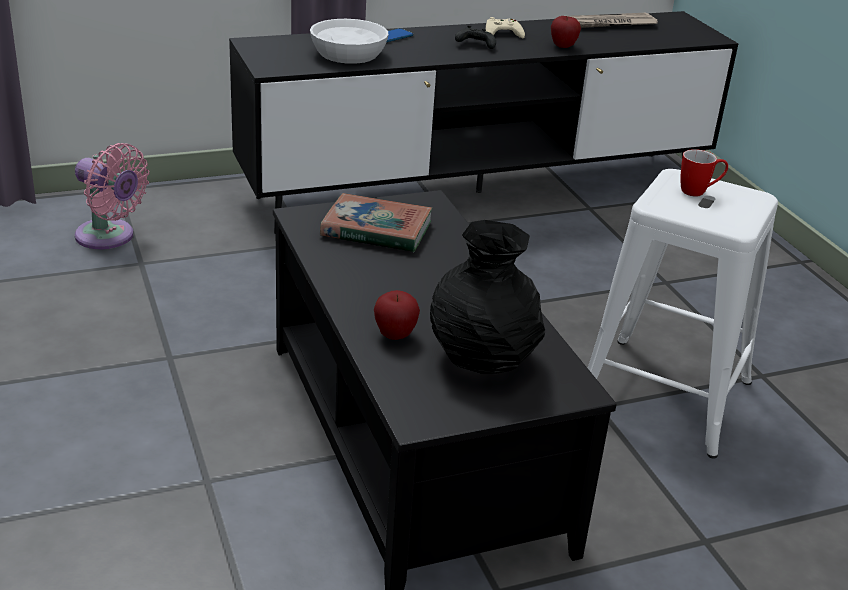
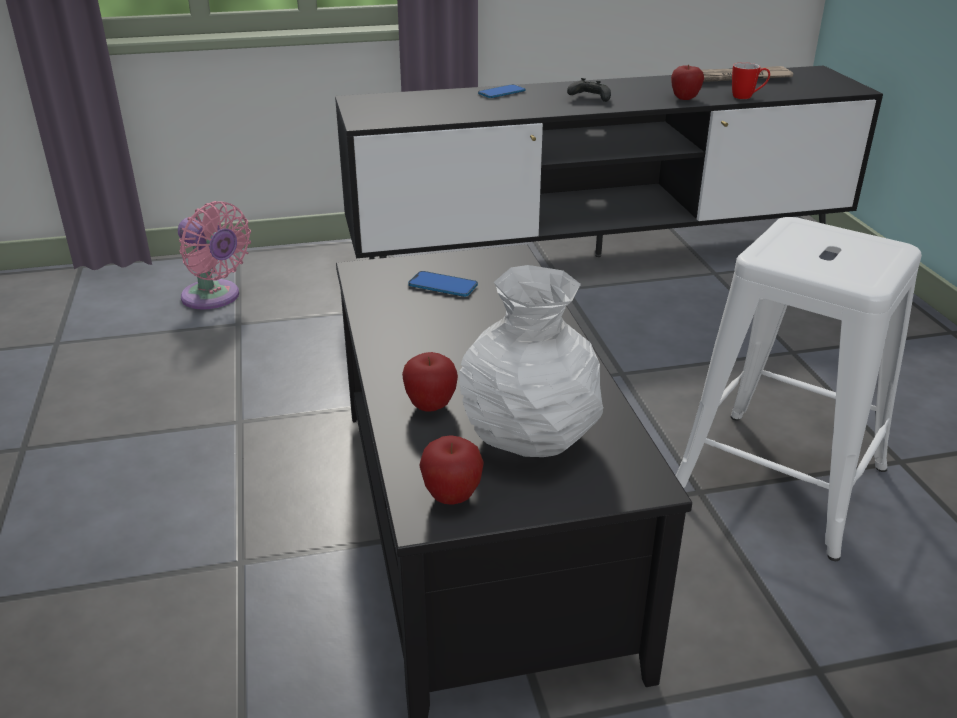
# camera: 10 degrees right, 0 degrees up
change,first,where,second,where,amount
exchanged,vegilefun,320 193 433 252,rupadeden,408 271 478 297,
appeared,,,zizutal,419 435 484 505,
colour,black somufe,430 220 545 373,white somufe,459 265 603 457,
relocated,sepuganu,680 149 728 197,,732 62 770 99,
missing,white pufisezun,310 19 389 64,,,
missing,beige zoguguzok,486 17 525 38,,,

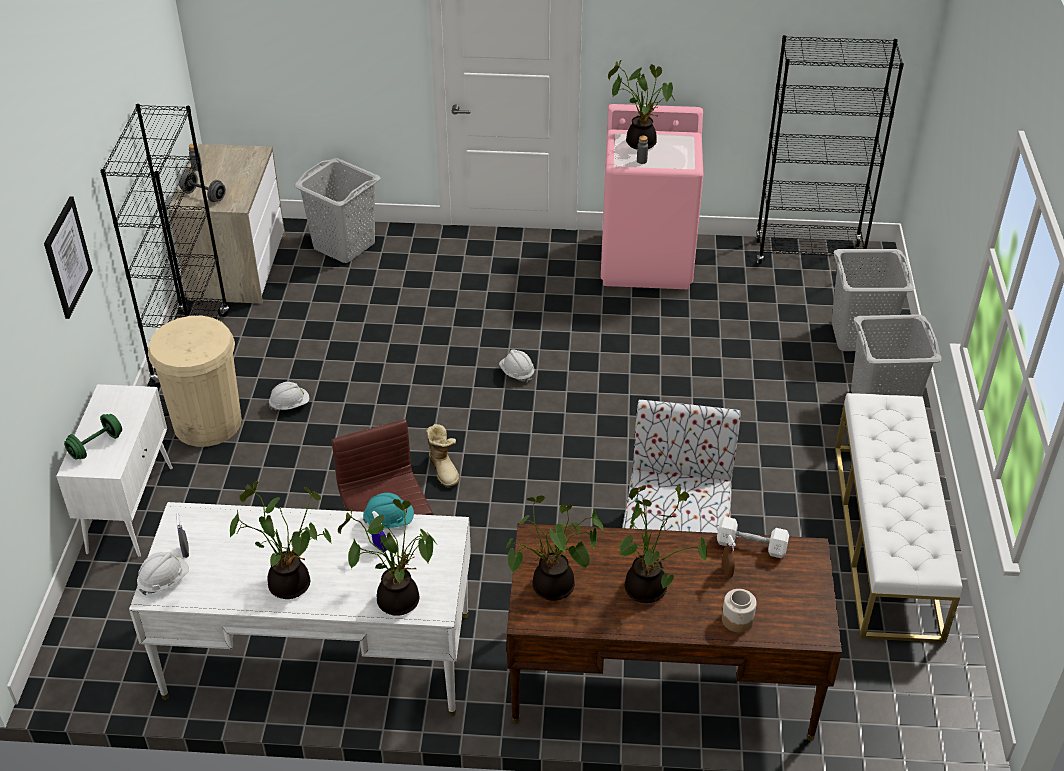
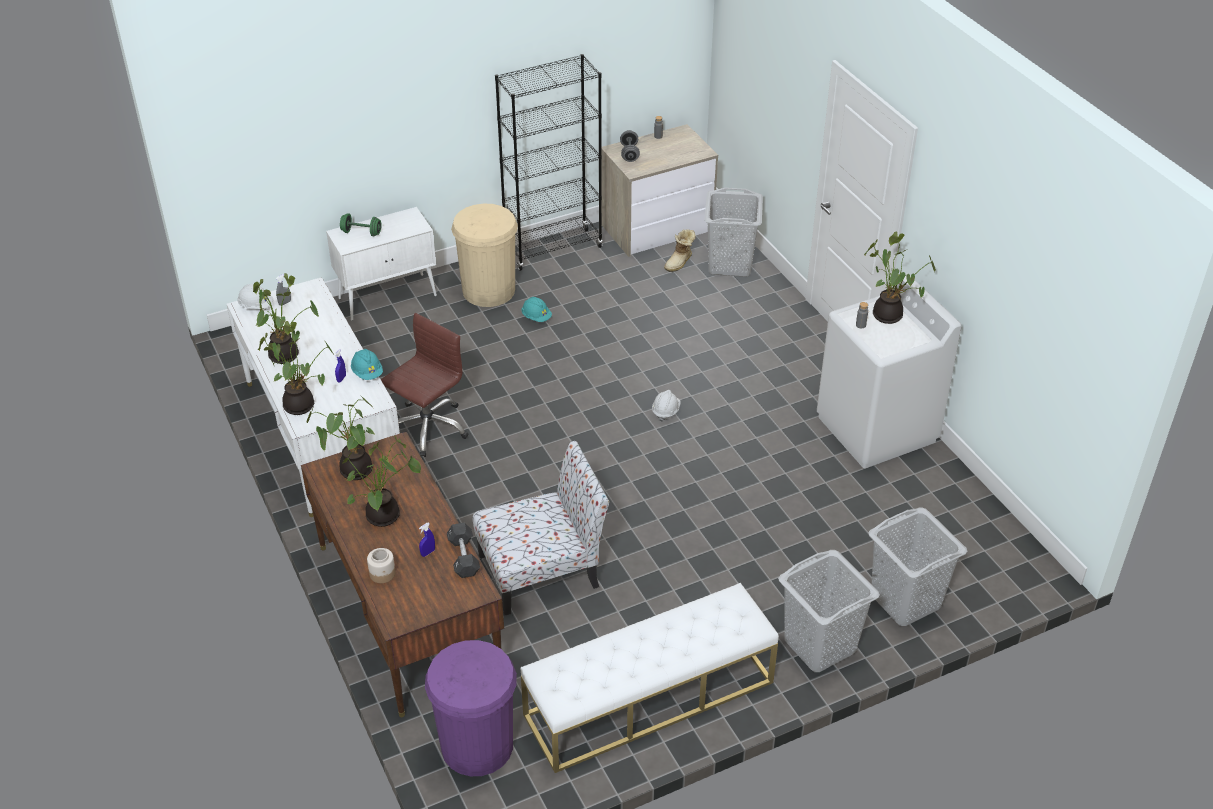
# camera: 60 degrees right, 0 degrees up
change,first,where,second,where,amount
colour,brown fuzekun,722 535 736 578,blue fuzekun,419 523 435 557,
appeared,,,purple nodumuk,425 640 517 776,
colour,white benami,717 517 789 558,black benami,447 523 480 578,
colour,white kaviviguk,269 382 309 410,turquoise kaviviguk,521 297 552 322,
relocated,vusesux,426 424 459 488,,664 229 696 272,
colour,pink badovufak,601 104 703 289,white badovufak,817 274 962 468,
missing,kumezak,44 196 93 319,,,
missing,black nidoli,756 35 904 269,,,

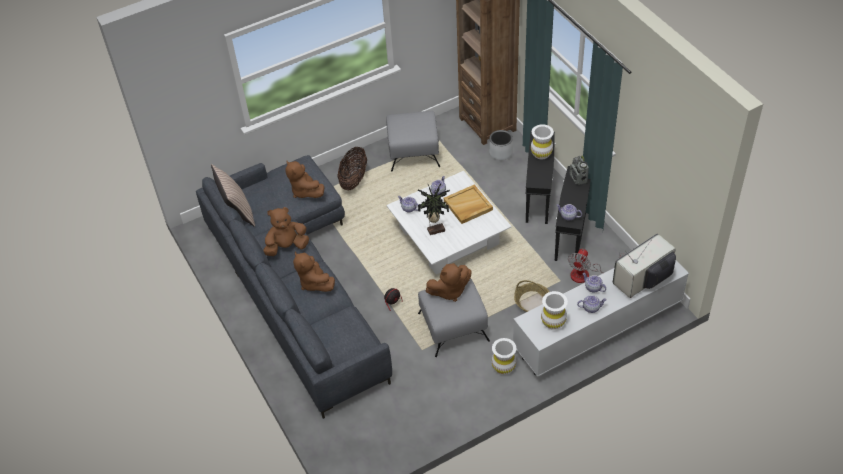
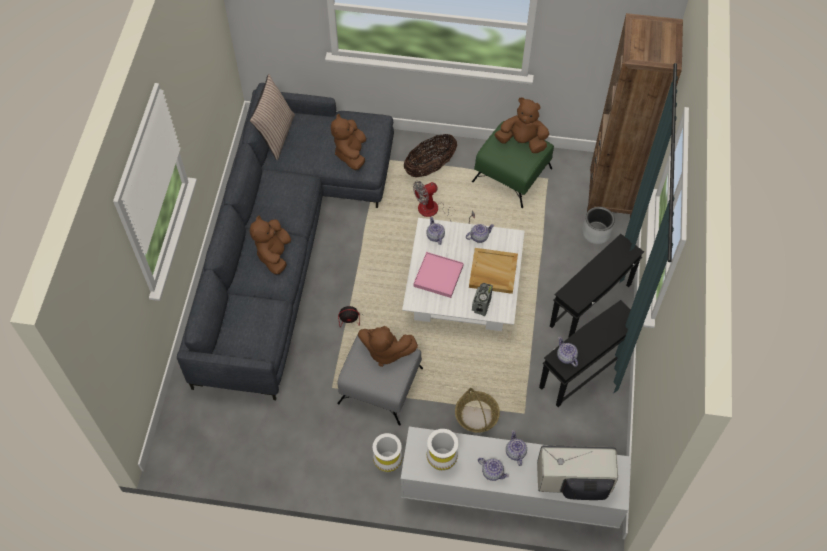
# camera: 35 degrees right, 10 degrees up
change,first,where,second,where,amount
relocated,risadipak,568 249 624 283,,413 181 475 224,
exchanged,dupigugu,418 183 450 235,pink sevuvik,413 252 464 298,
colour,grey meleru,386 111 440 172,green meleru,472 121 554 208,
relocated,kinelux,570 156 589 185,,472 283 493 316,
relocated,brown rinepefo,263 207 309 256,,495 97 549 153,
missing,white somufe,531 124 554 160,,,

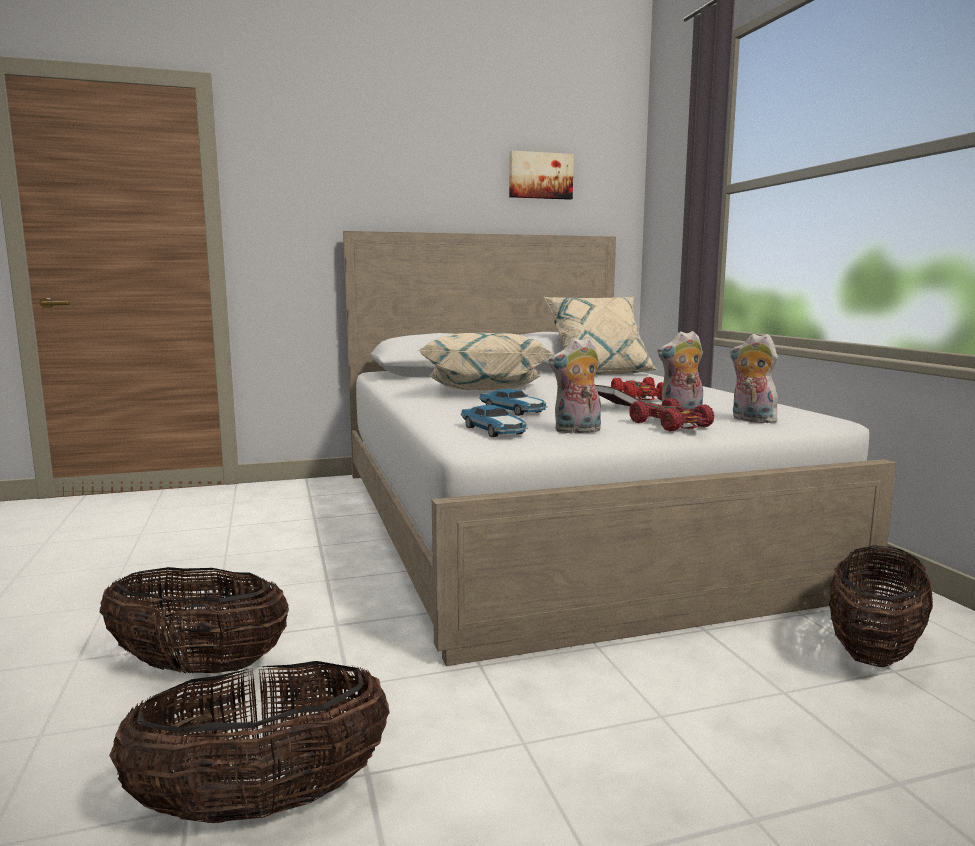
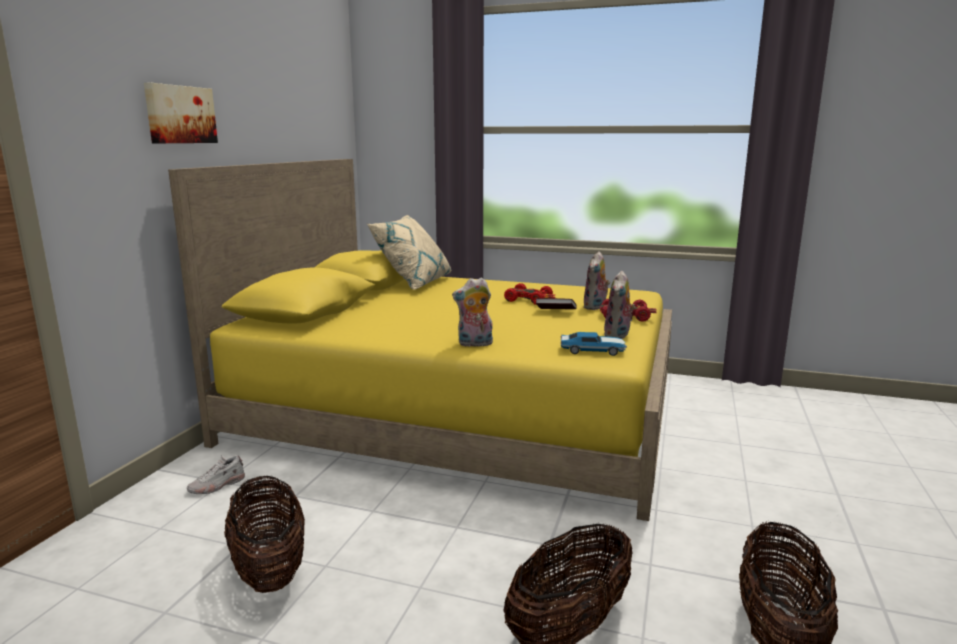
# camera: 55 degrees left, 5 degrees up
change,first,where,second,where,amount
relocated,kumezak,509 151 574 200,,144 83 218 143,
colour,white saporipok,343 231 896 666,yellow saporipok,168 159 672 521,
appeared,,,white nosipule,187 455 245 494,
relocated,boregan,829 545 933 667,,224 475 305 593,
relocated,rinepefo,730 334 780 423,,452 277 493 347,
missing,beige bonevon,419 333 554 390,,,
missing,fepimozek,479 389 548 416,,,

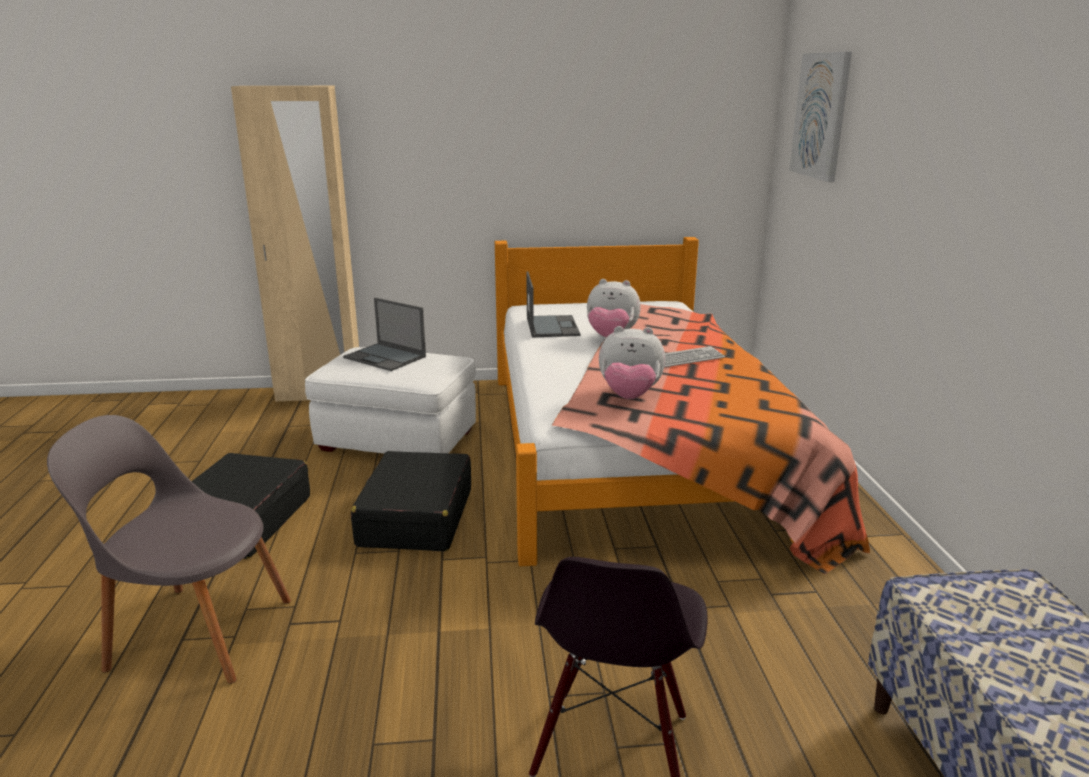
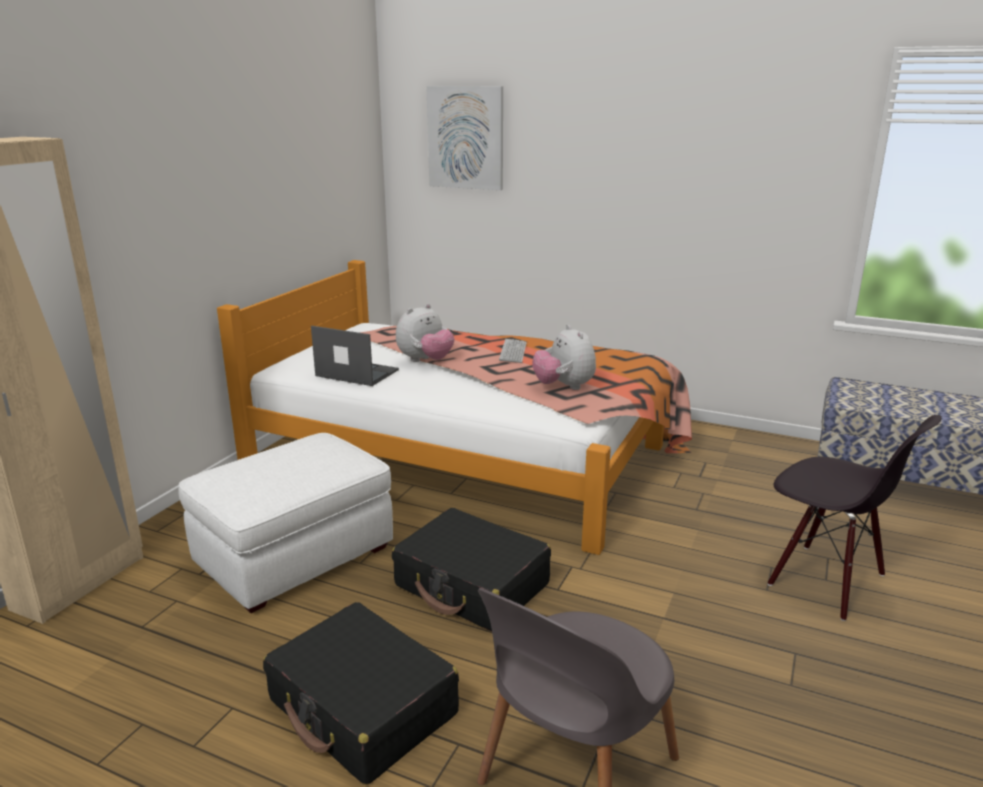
# camera: 60 degrees left, 0 degrees up
change,first,where,second,where,amount
spun,rinepefo,599 326 665 399,,532 325 596 390,120 degrees clockwise
missing,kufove,343 298 426 371,,,

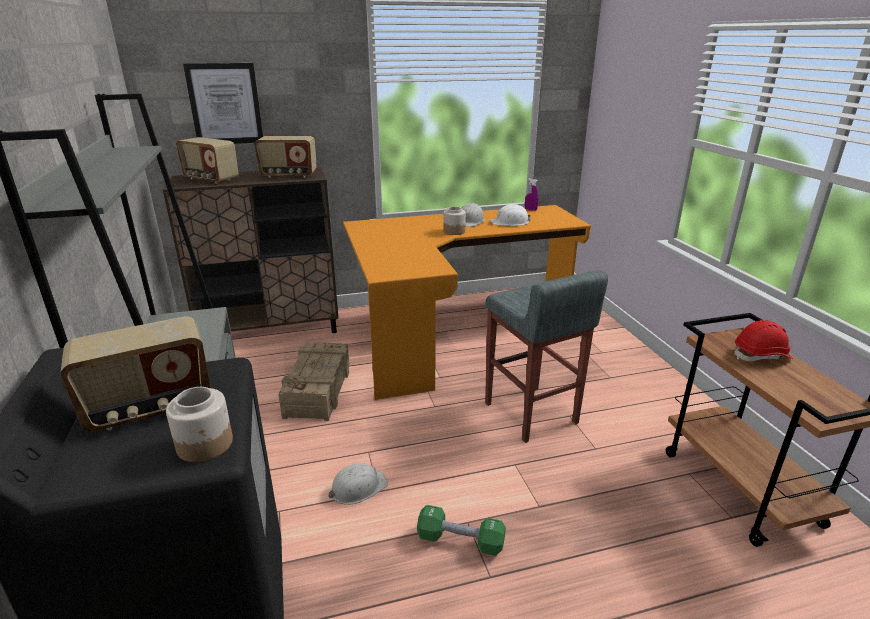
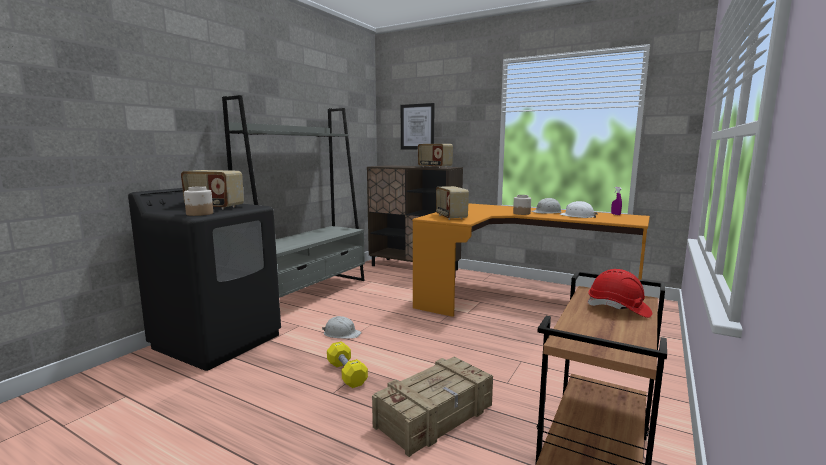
# camera: 45 degrees right, 15 degrees down
change,first,where,second,where,amount
colour,green benami,417 505 506 556,yellow benami,327 341 368 388,
relocated,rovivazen,278 342 350 421,,372 356 493 457,
relocated,kinelux,176 137 239 184,,436 186 469 220,
missing,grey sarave,485 270 608 443,,,

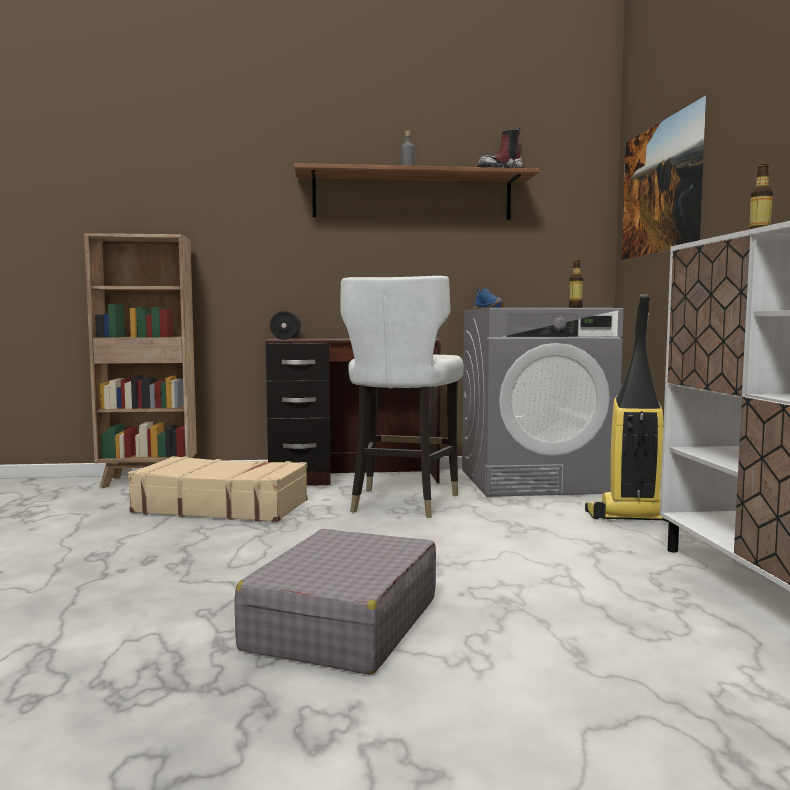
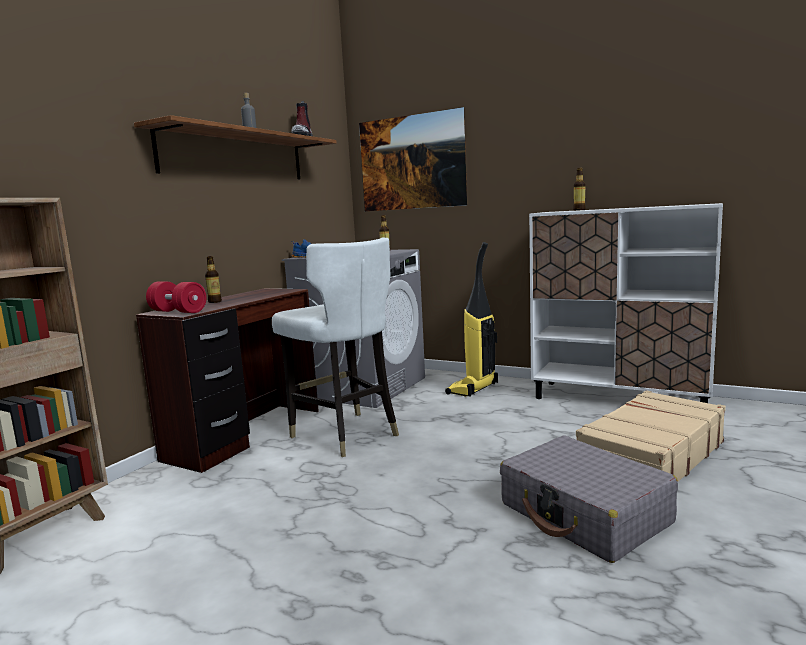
# camera: 55 degrees left, 5 degrees up
change,first,where,second,where,amount
colour,black benami,270 311 301 340,red benami,146 281 207 313,
appeared,,,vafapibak,205 256 222 303,
relocated,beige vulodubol,128 456 308 522,,576 390 726 482,

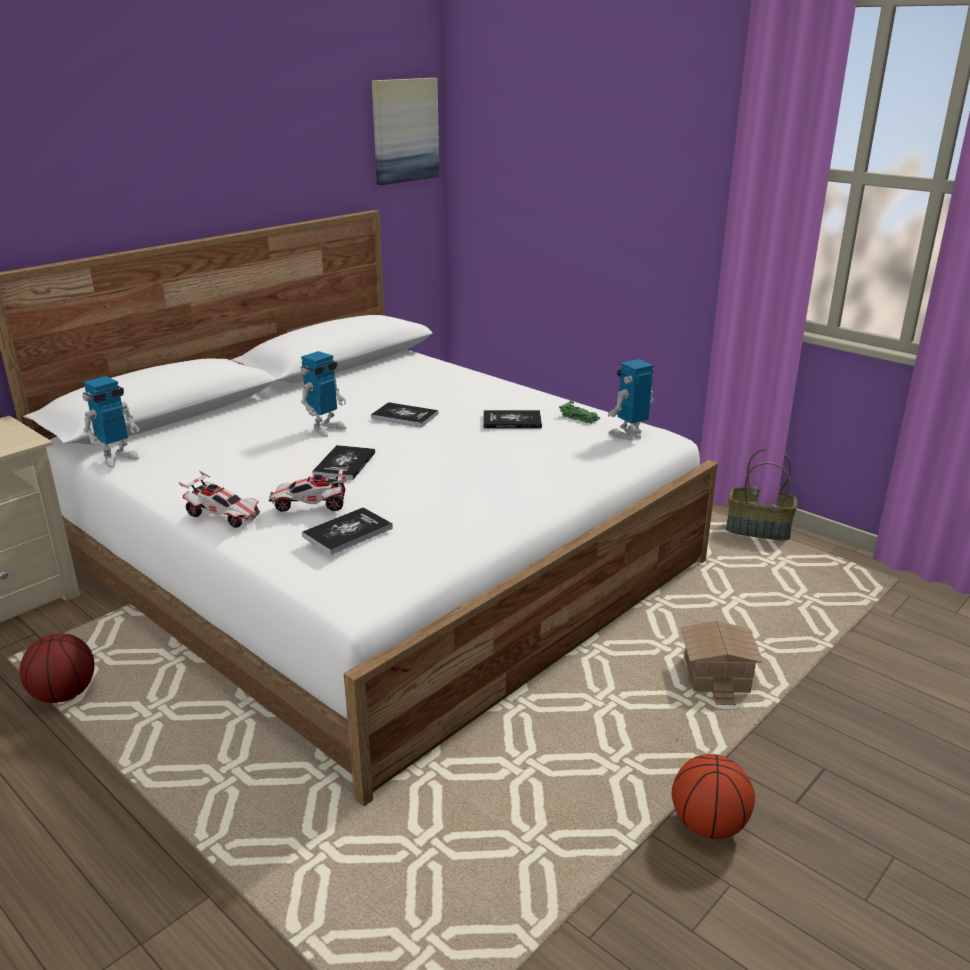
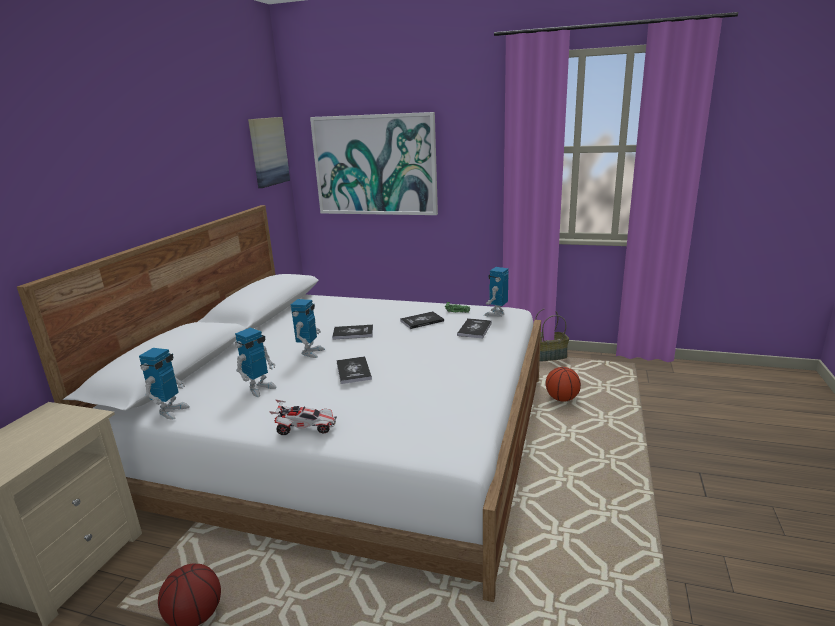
# camera: 25 degrees left, 5 degrees down
change,first,where,second,where,amount
appeared,,,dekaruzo,235 328 277 397,
appeared,,,kumezak,310 112 438 215,
relocated,vegilefun,302 507 393 555,,457 318 492 339,
relocated,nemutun,672 754 755 839,,546 367 581 402,
missing,fepimozek,269 466 350 512,,,
missing,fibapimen,681 621 763 705,,,

